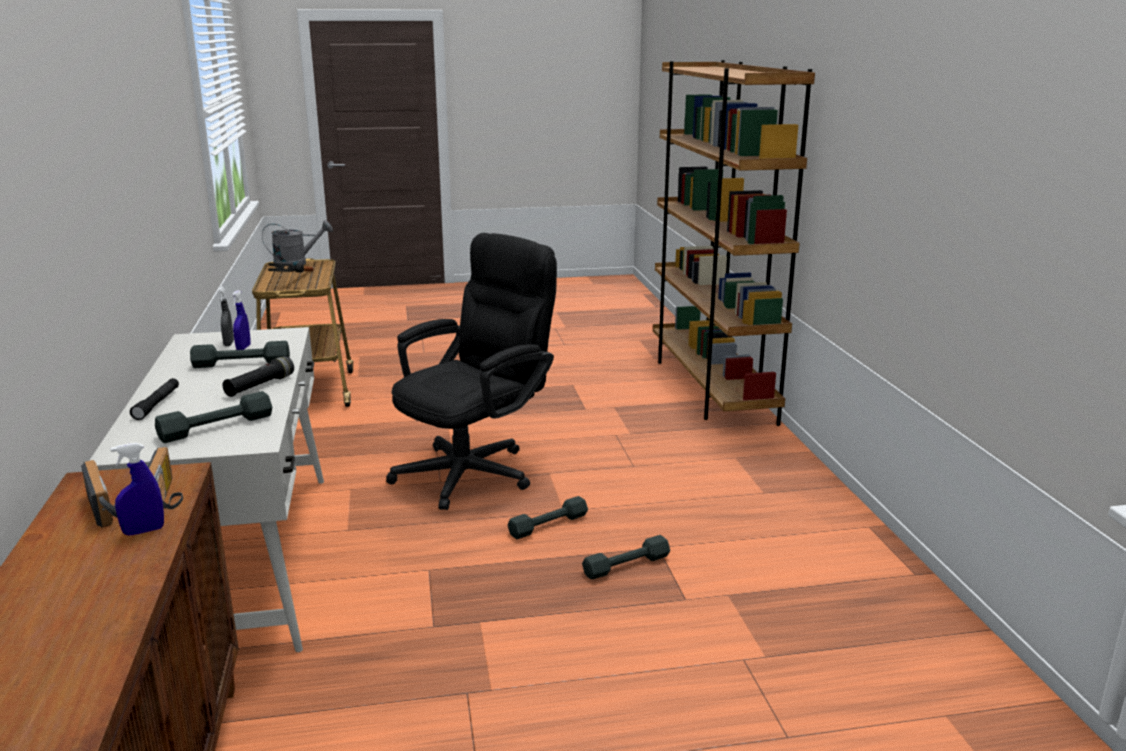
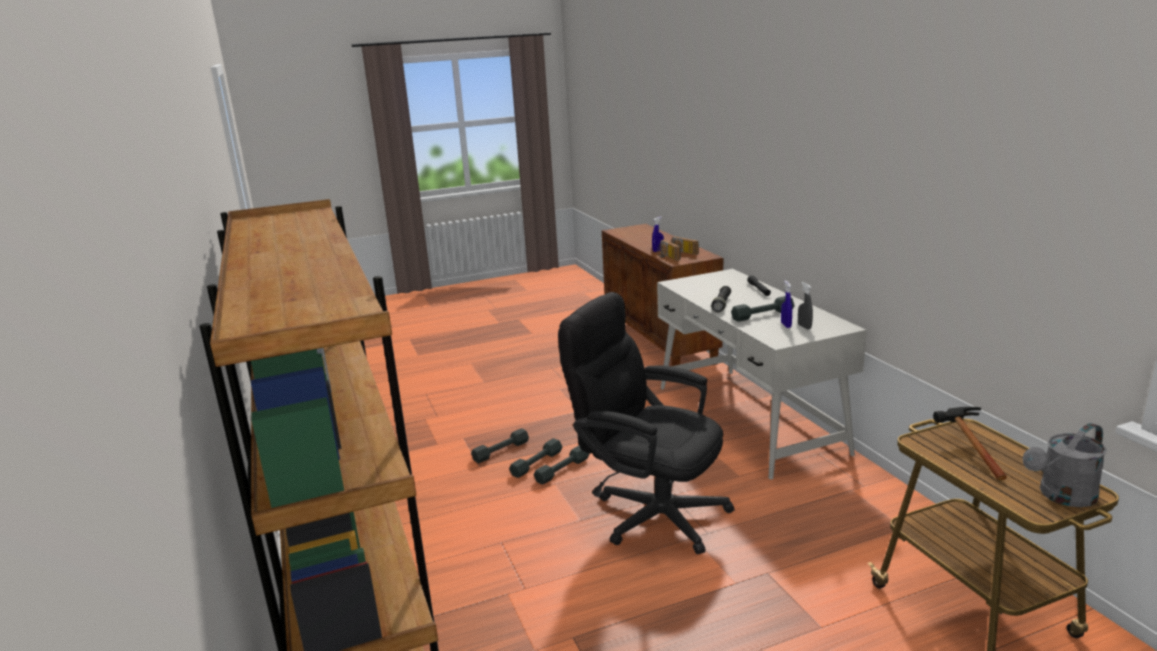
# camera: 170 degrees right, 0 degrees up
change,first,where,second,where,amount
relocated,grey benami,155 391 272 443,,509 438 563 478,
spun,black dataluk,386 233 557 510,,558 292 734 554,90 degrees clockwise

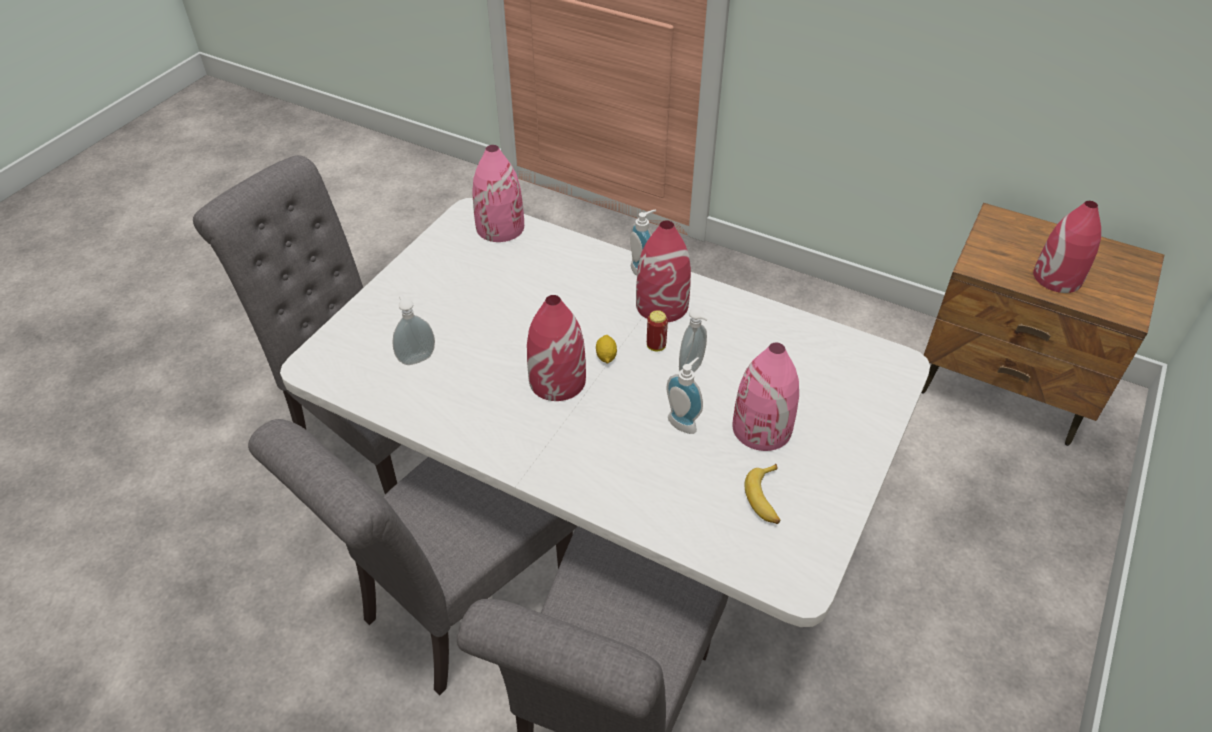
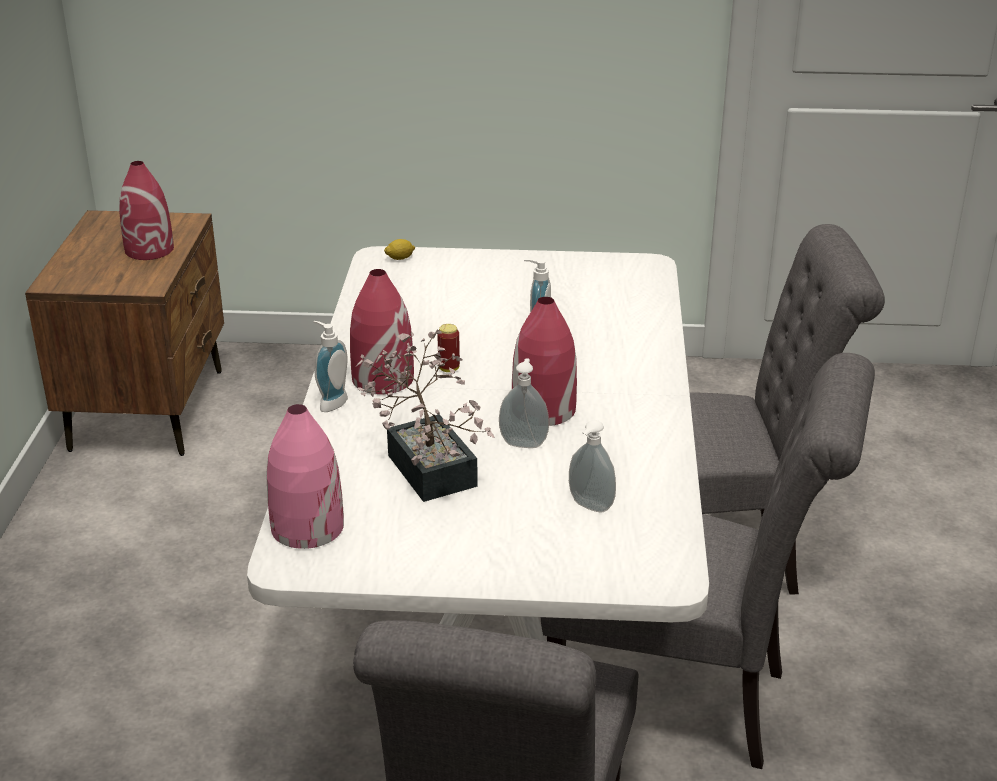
# camera: 115 degrees left, 15 degrees down
change,first,where,second,where,amount
appeared,,,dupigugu,356 330 494 502,
relocated,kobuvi,596 335 617 364,,384 239 415 260,
relocated,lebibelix,679 308 710 372,,499 358 549 448,
missing,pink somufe,732 342 799 451,,,
missing,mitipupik,745 464 780 524,,,

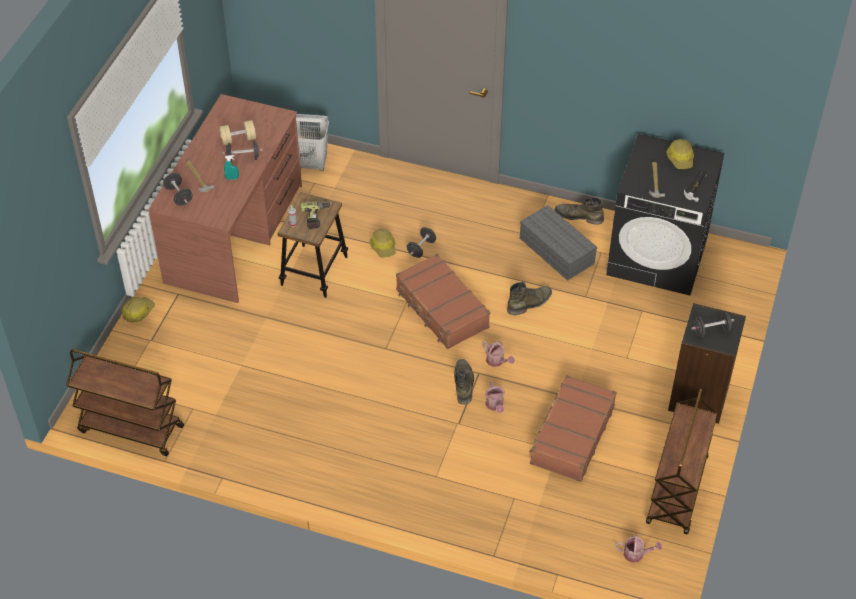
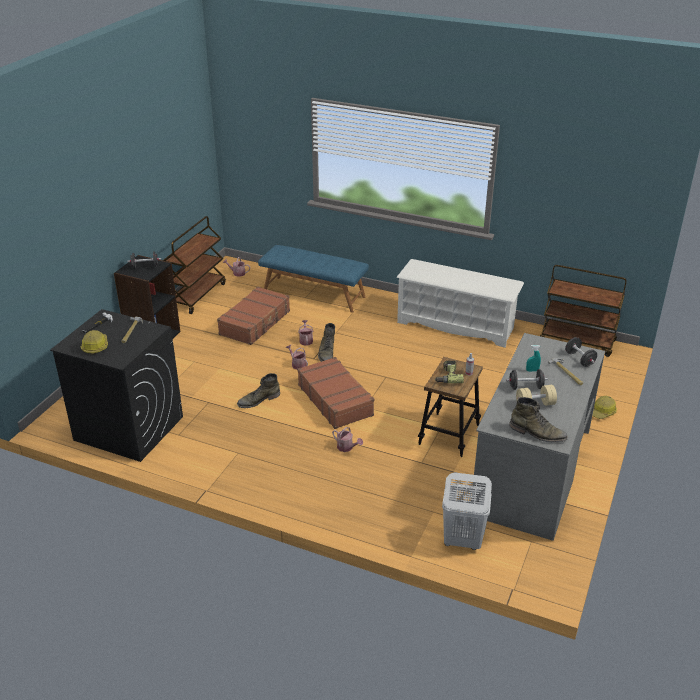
# camera: 175 degrees left, 15 degrees down
change,first,where,second,where,amount
appeared,,,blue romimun,258 245 369 313,
exchanged,black benami,407 227 436 258,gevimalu,332 427 363 452,
appeared,,,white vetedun,396 259 524 348,
colour,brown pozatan,148 94 302 303,grey pozatan,471 333 605 541,
relocated,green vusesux,555 197 604 225,,509 397 568 443,
missing,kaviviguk,369 229 396 258,,,
missing,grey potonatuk,520 205 597 281,,,

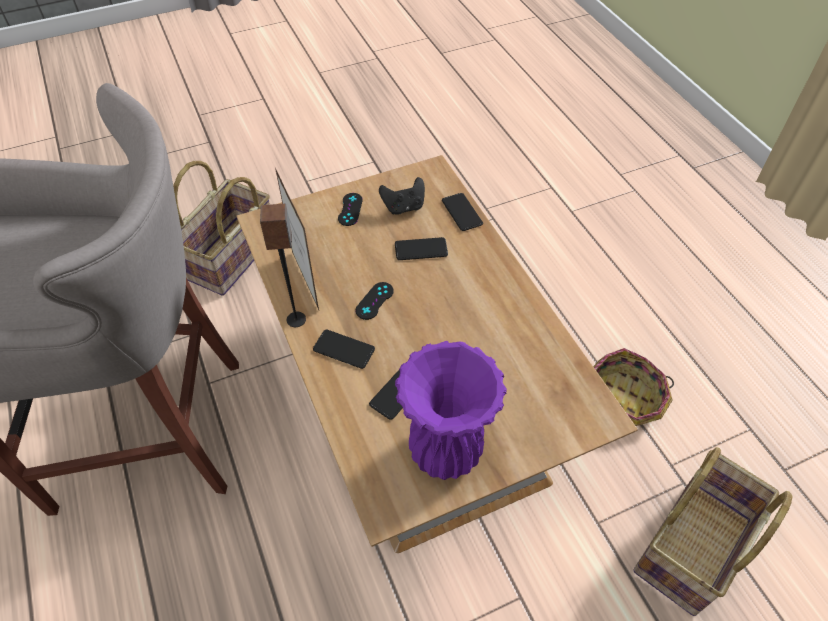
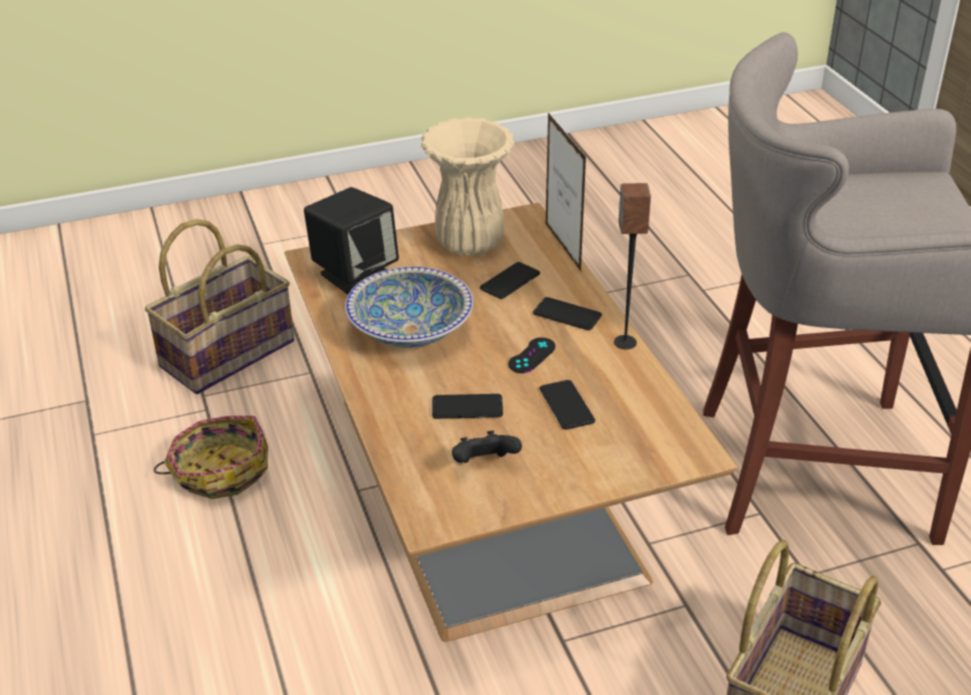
# camera: 175 degrees left, 15 degrees down
change,first,where,second,where,amount
appeared,,,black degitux,304 187 399 294,
appeared,,,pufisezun,345 267 473 348,
colour,purple somufe,395 341 507 480,beige somufe,421 117 515 256,
relocated,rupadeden,442 193 484 231,,540 380 595 429,
relocated,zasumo,275 168 319 310,,546 113 586 271,
missing,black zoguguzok,338 193 363 226,,,

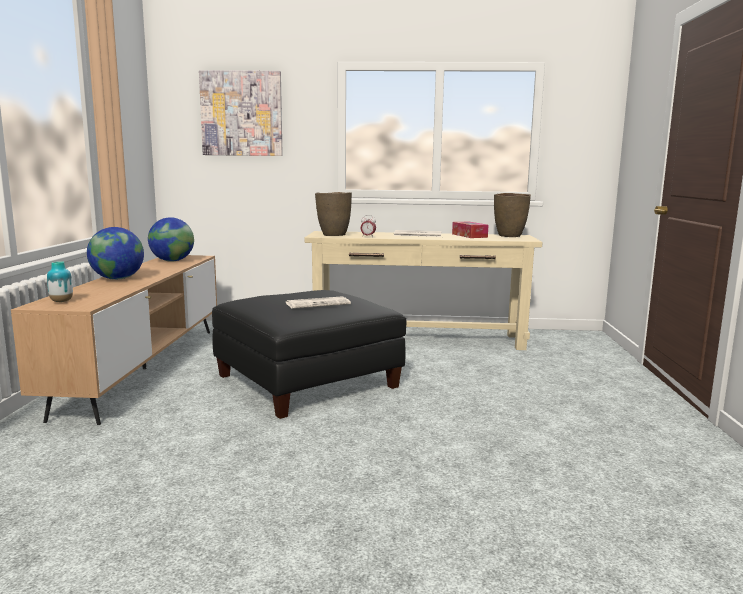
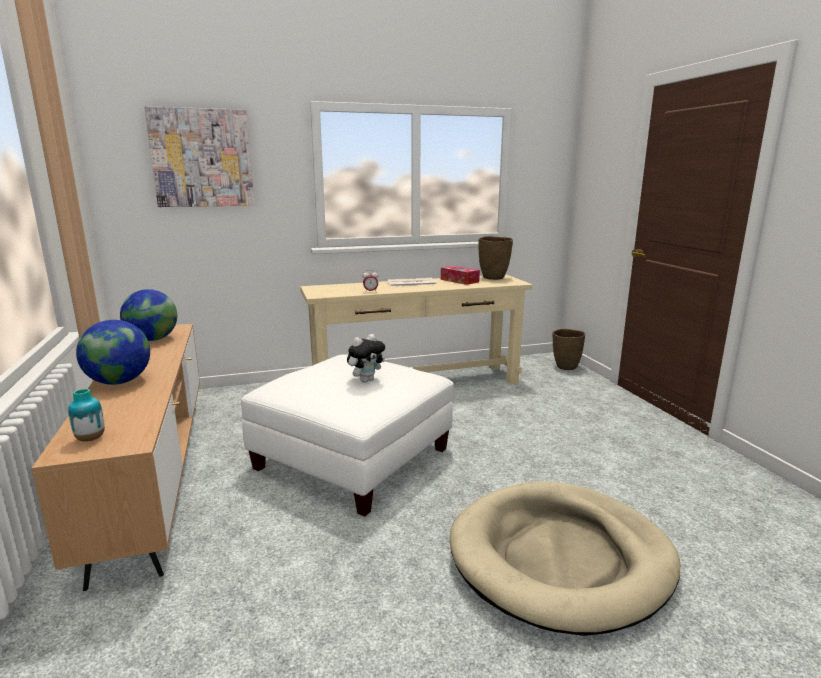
# camera: 20 degrees left, 5 degrees up
change,first,where,second,where,amount
colour,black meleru,212 290 407 419,white meleru,241 355 454 517,
exchanged,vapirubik,286 296 351 309,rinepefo,347 334 385 383,
appeared,,,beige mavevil,450 481 680 636,
relocated,brown somufe,315 192 352 236,,553 329 585 370,

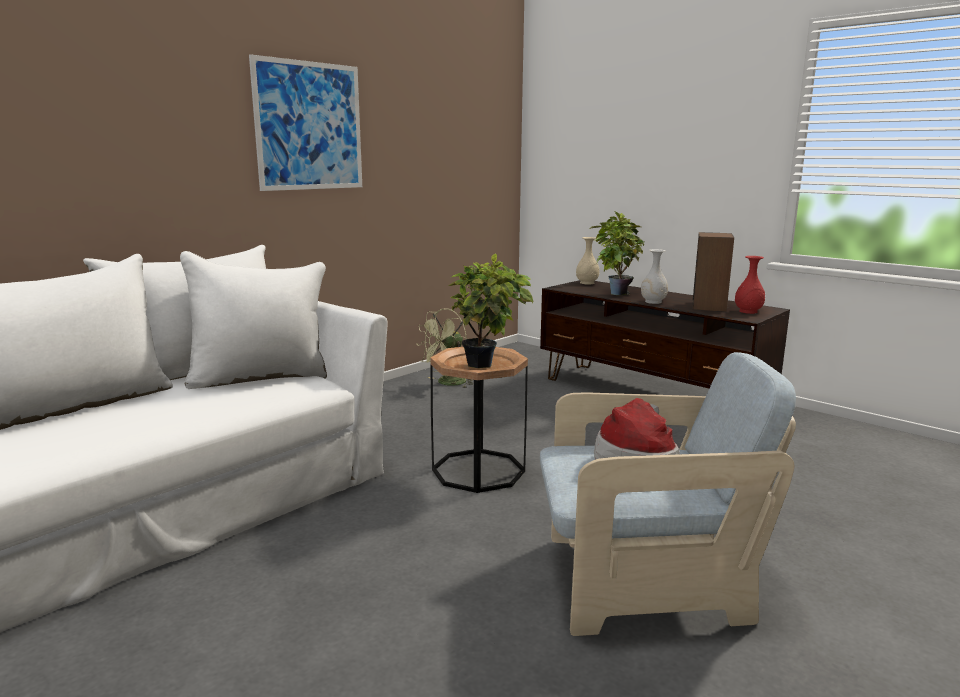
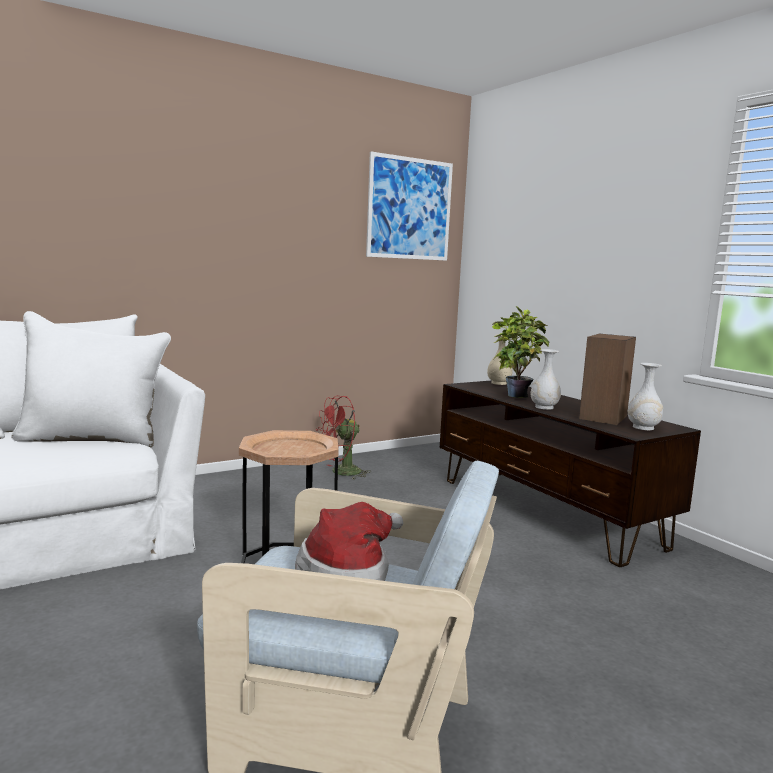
# camera: 15 degrees right, 5 degrees down
change,first,where,second,where,amount
colour,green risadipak,416 308 474 388,red risadipak,316 396 371 479,
relocated,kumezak,249 54 362 191,,366 152 453 261,
colour,red somufe,735 256 765 314,white somufe,628 363 663 430,
missing,dupigugu,448 253 533 368,,,

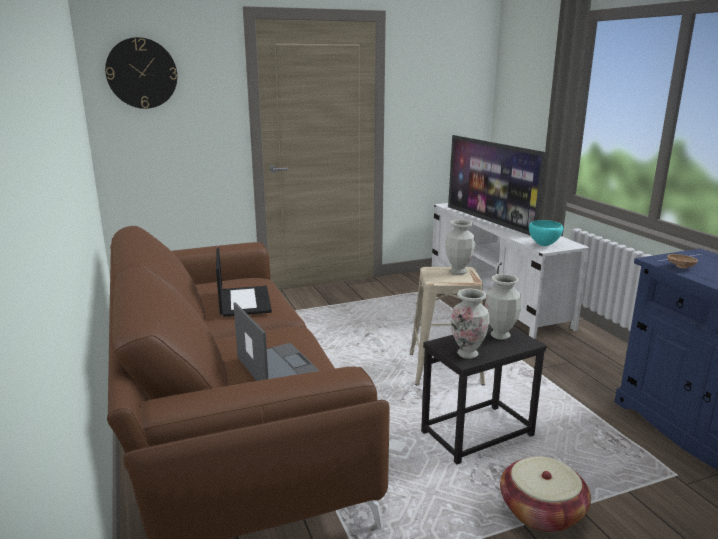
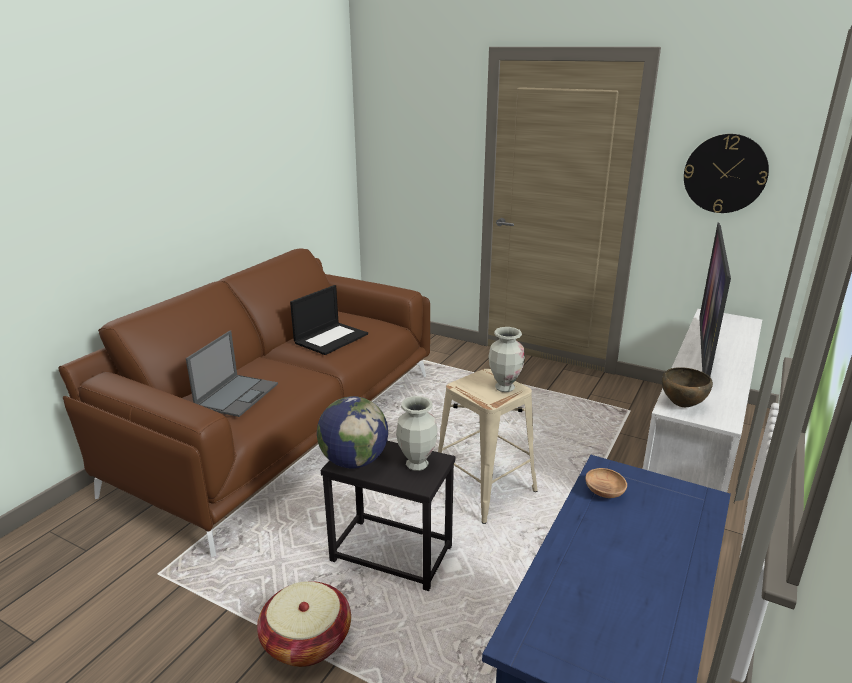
# camera: 50 degrees right, 5 degrees up
change,first,where,second,where,amount
exchanged,somufe,451 288 490 359,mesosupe,317 396 388 468,
colour,turquoise pufisezun,529 220 563 246,brown pufisezun,662 367 713 407,
relocated,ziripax,105 37 177 109,,684 134 769 213,

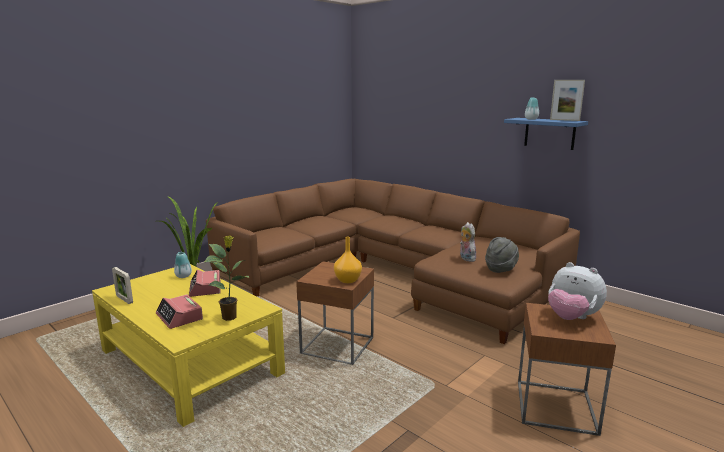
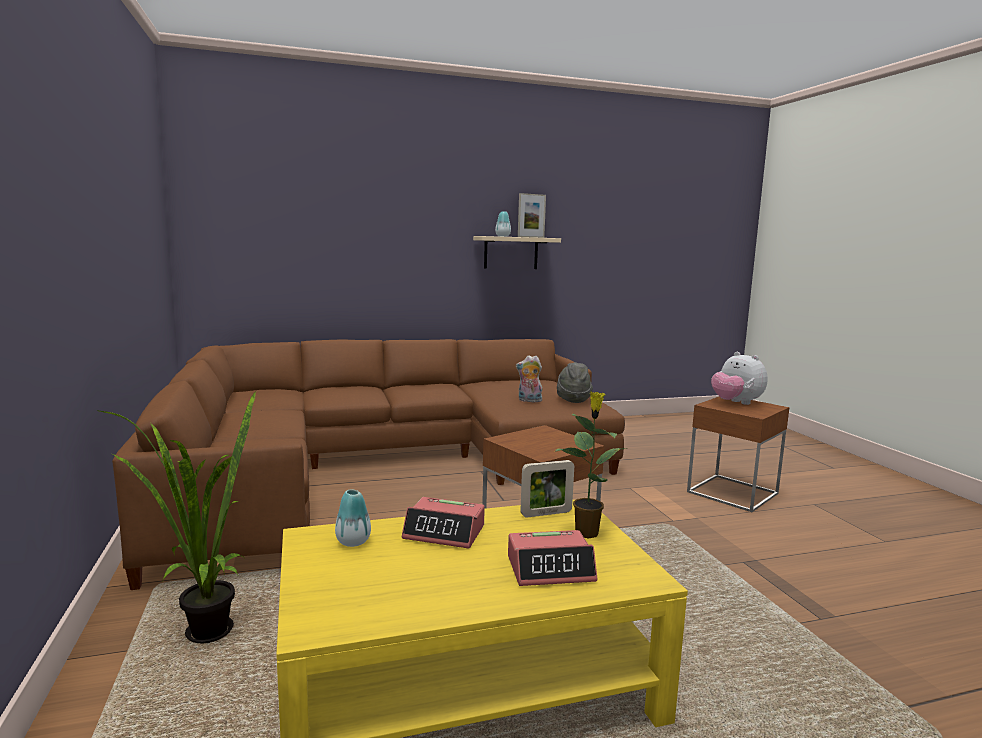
# camera: 60 degrees left, 5 degrees down
change,first,where,second,where,amount
colour,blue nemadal,504 118 588 150,beige nemadal,473 236 561 269,
relocated,zasumo,112 267 133 304,,520 460 574 517,
spun,rinepefo,548 262 607 320,,711 352 768 405,75 degrees clockwise
missing,orange somufe,334 237 362 283,,,

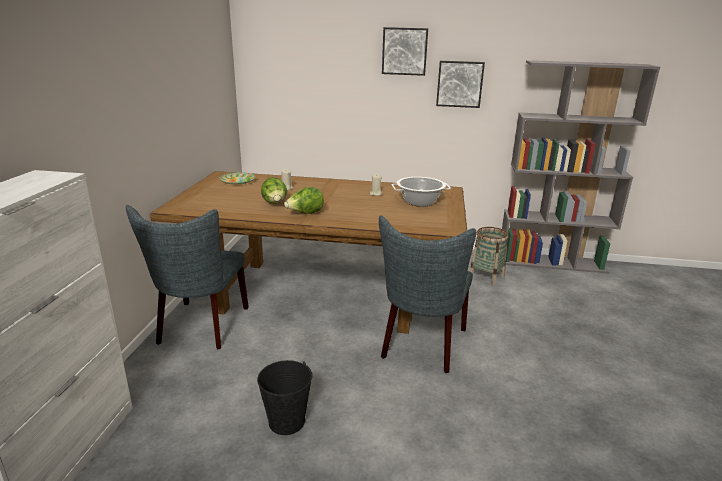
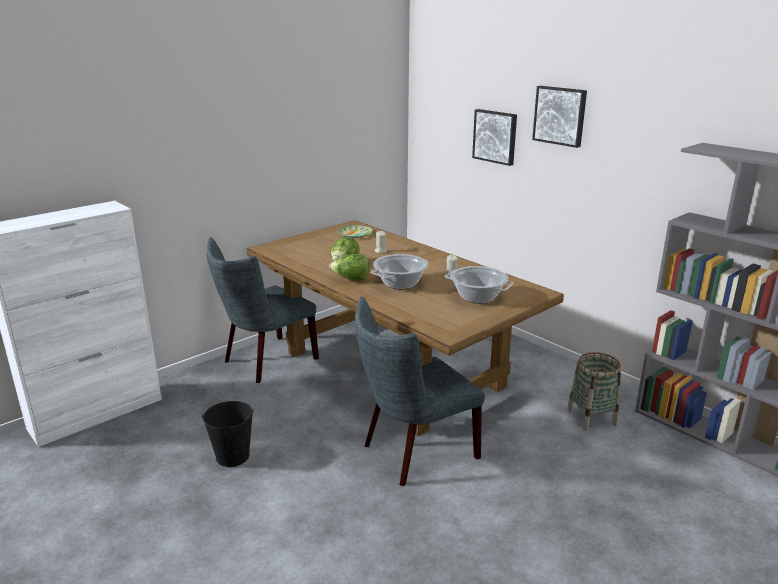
# camera: 40 degrees right, 0 degrees up
change,first,where,second,where,amount
appeared,,,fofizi,371 254 429 289,
relocated,kumezak,436 61 485 108,,472 109 517 166,

